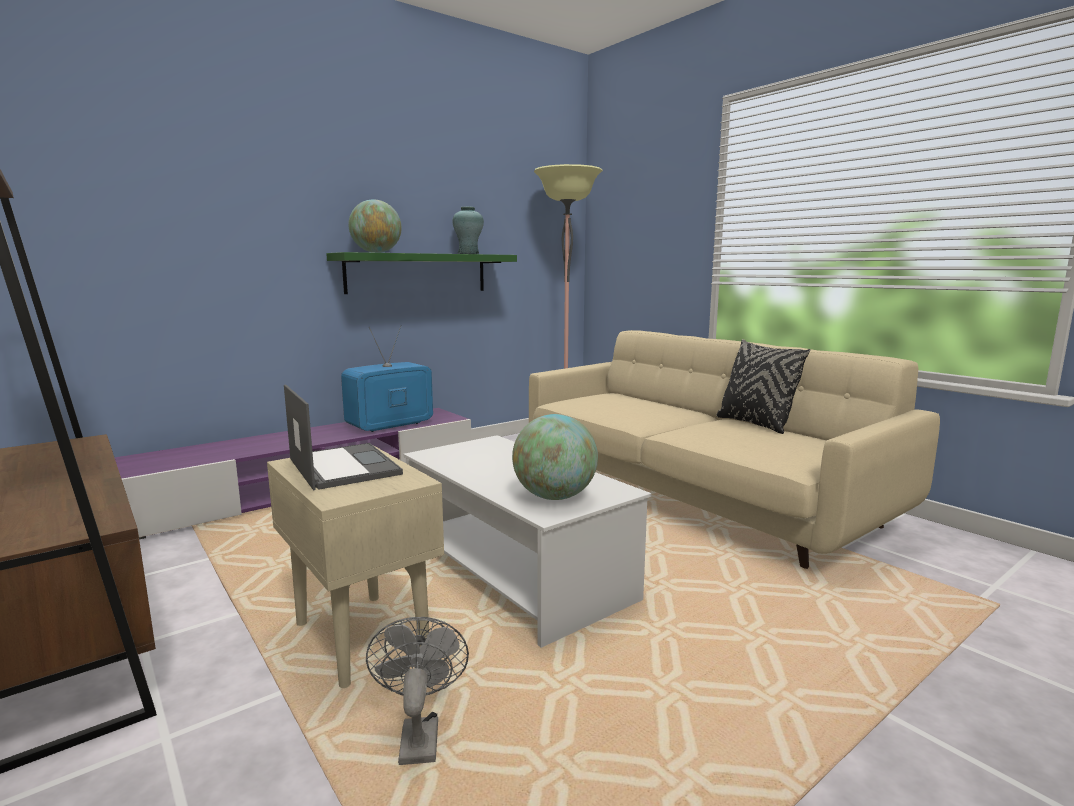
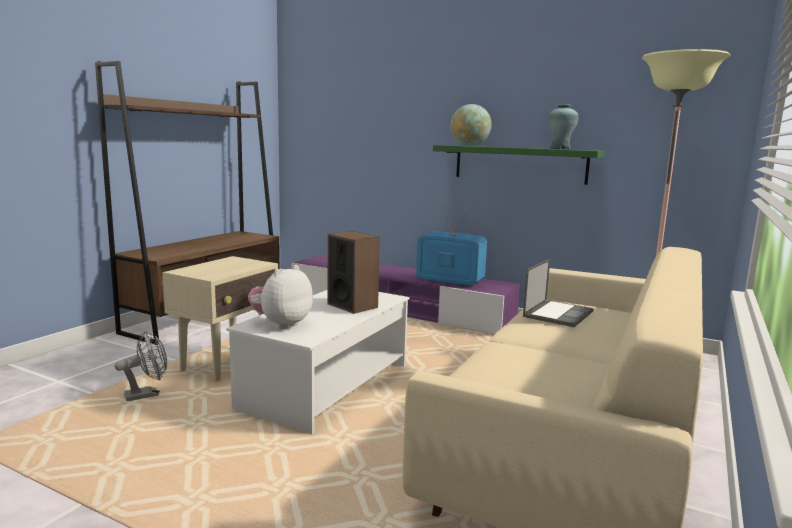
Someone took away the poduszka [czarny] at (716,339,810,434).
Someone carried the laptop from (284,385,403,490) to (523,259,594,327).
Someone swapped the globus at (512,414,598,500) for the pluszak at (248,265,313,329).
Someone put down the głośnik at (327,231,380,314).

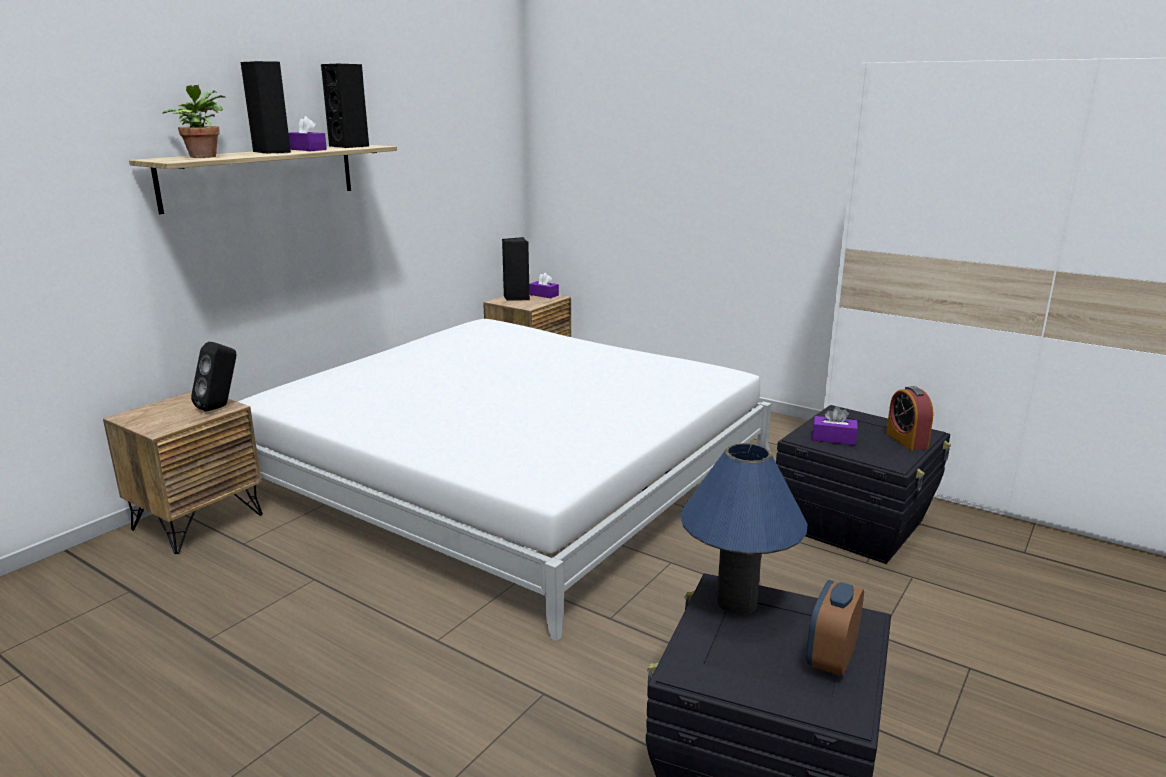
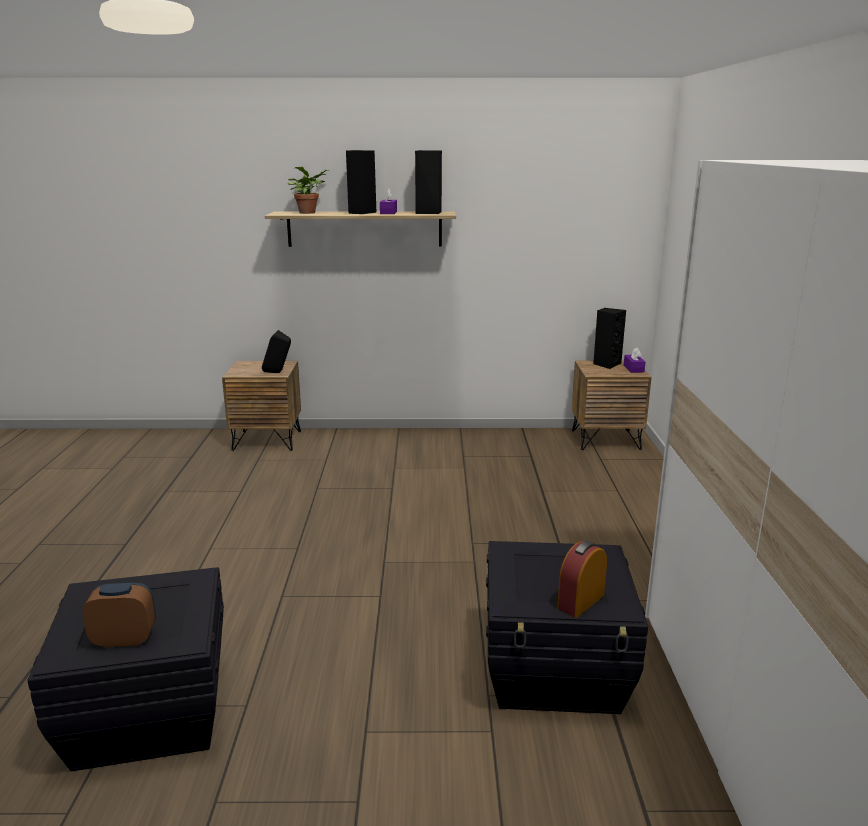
Someone took away the łóżko [biały] at (238,319,772,641).
Someone took away the pudełko chusteczek [fioletowy] at (812,406,858,445).
Someone took away the lampa stołowa [niebieski] at (680,443,808,615).

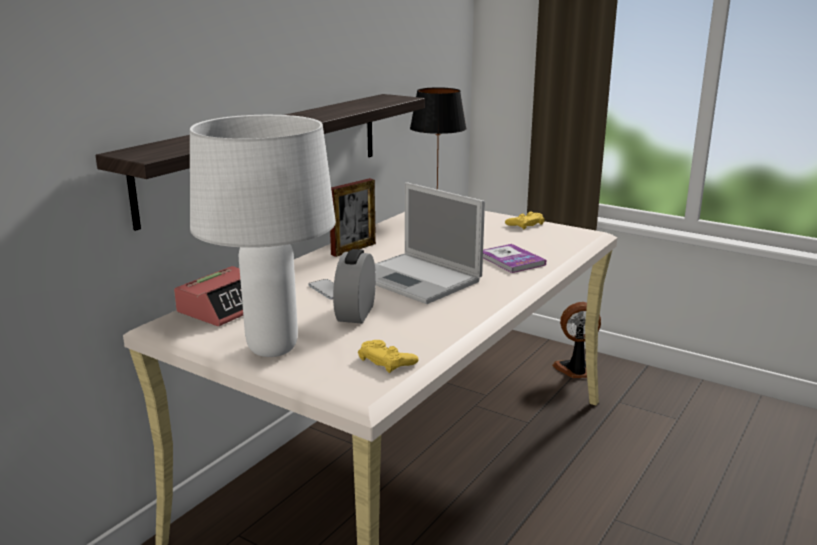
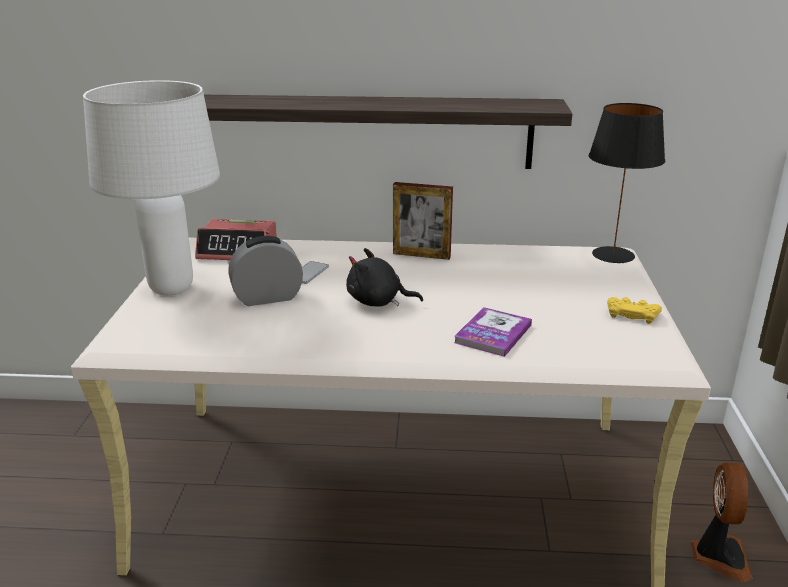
Someone swapped the laptop at (375,182,485,304) for the pluszak [czarny] at (346,248,423,307).
Someone rotated the wentylator at (552,302,601,378) by 45 degrees clockwise.
Someone took away the pad do gier [żółty] at (358,340,419,373).

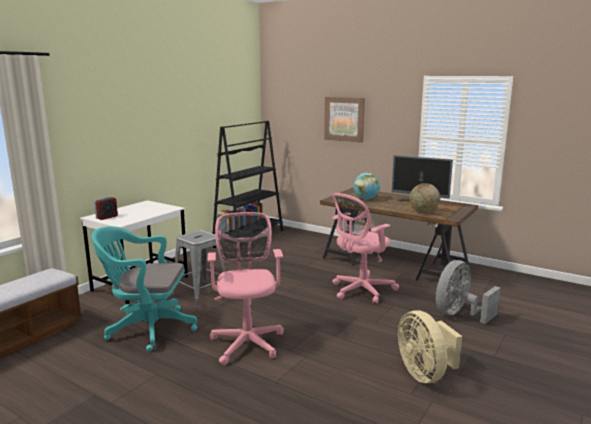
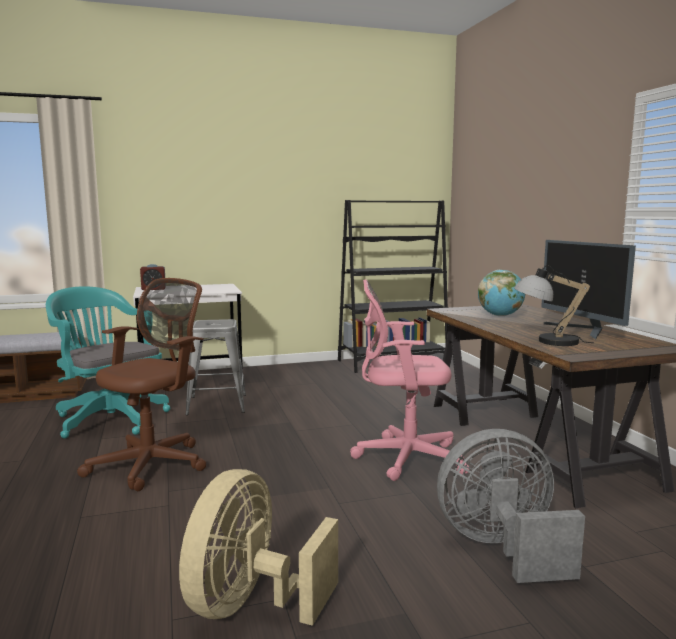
Someone took away the obraz at (324,97,365,143).
Someone swapped the globus at (410,183,440,213) for the lampa stołowa at (514,265,594,346).
Someone repainted the krzesło biurowe [różowy] at (207,212,284,366), which became the krzesło biurowe [brązowy] at (77,278,206,491).

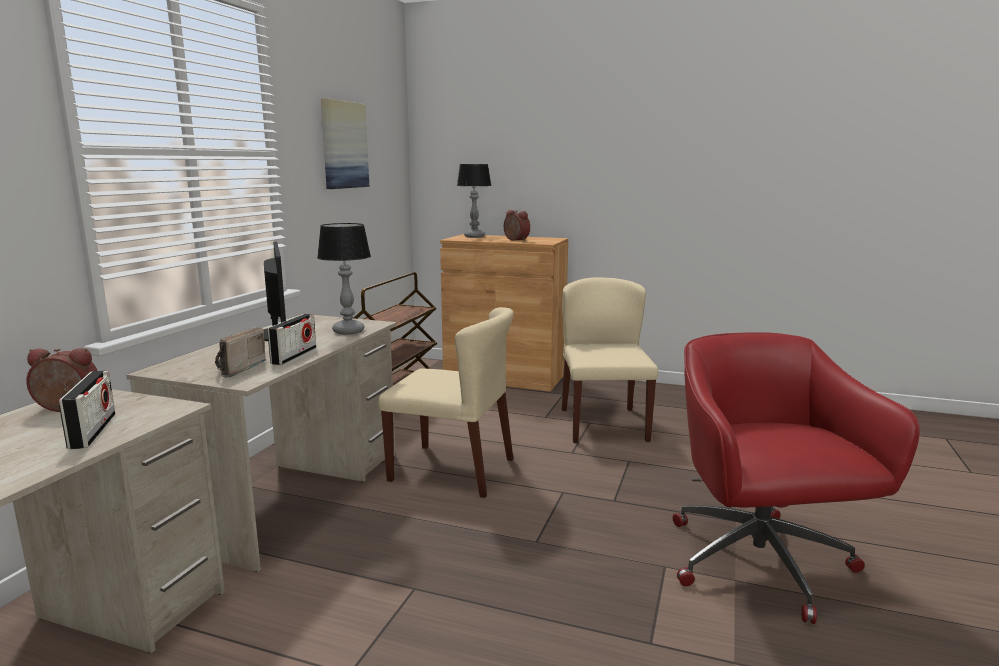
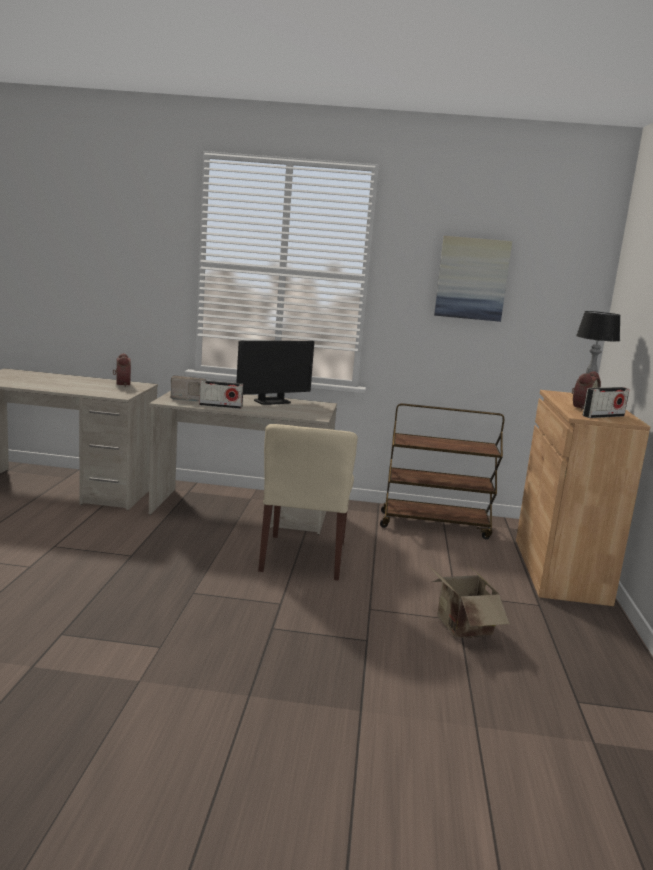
Someone took away the lampa stołowa at (317,223,371,334).
Someone swapped the krzesło [beżowy] at (562,277,658,443) for the karton at (429,562,510,638).
Someone took away the krzesło biurowe [czerwony] at (673,332,920,624).
Someone carried the radio from (59,370,115,449) to (583,387,630,418).

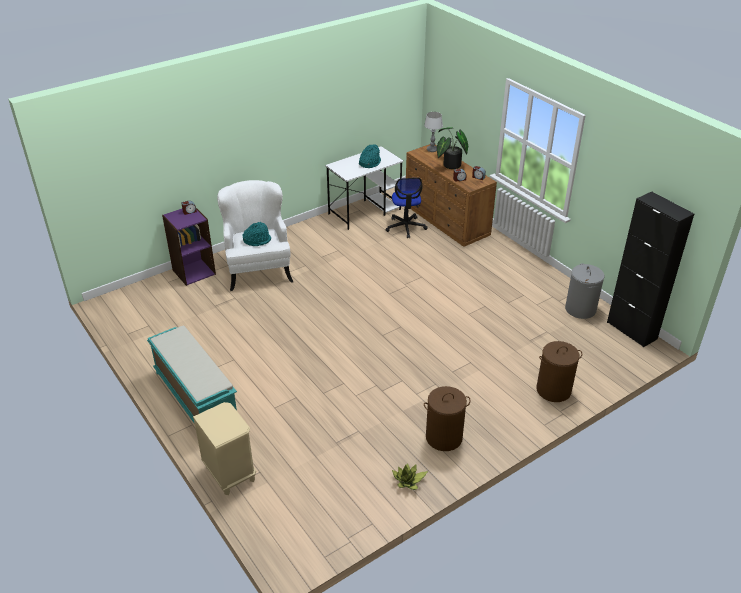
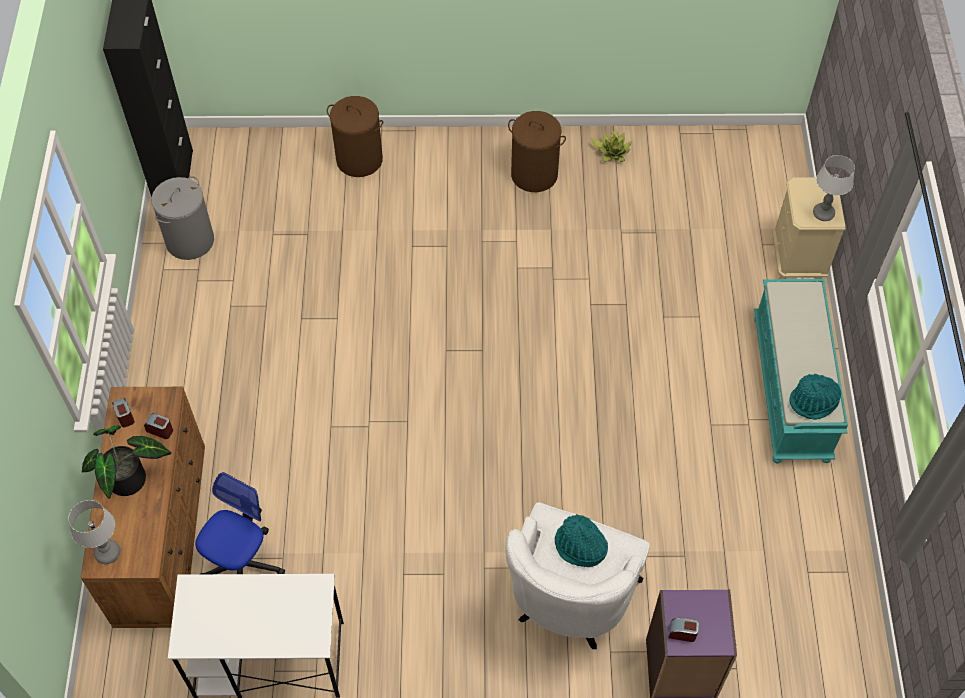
Someone carried the kapelusz [turkusowy] from (359,144,381,168) to (789,374,841,420).
Someone put down the lampa stołowa at (813,155,855,221).

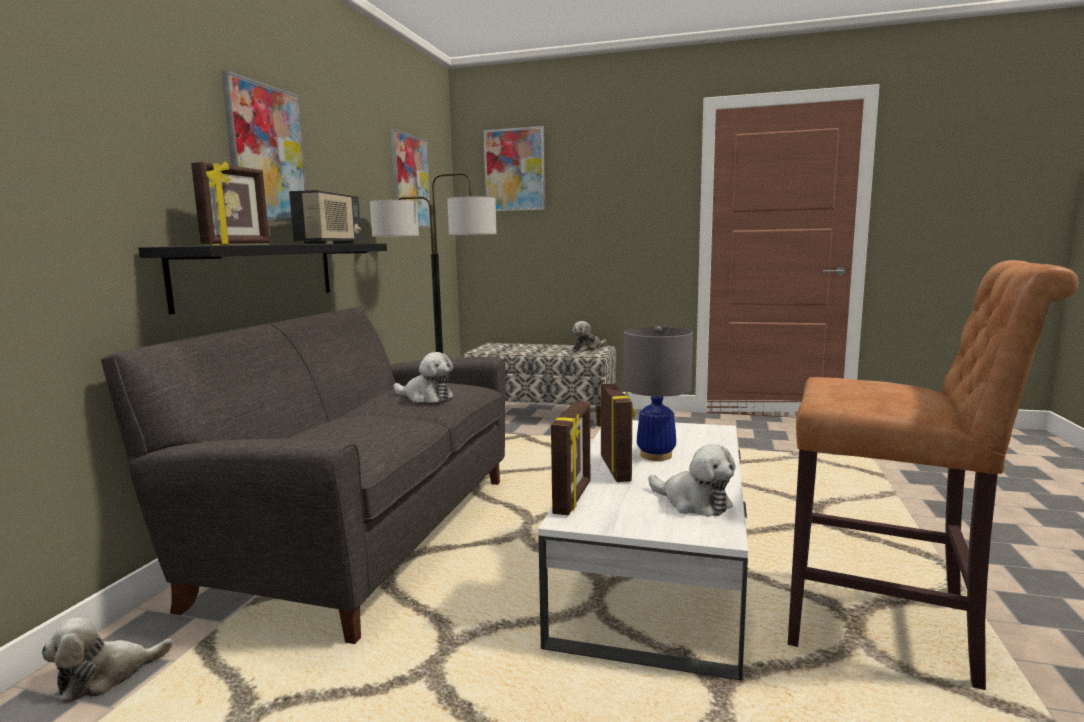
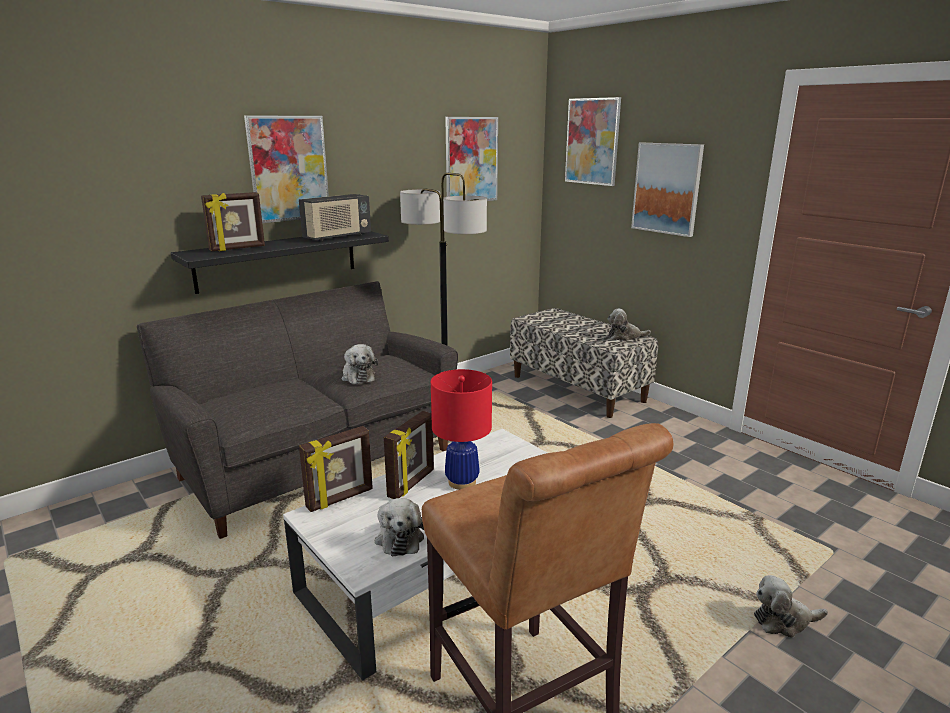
Someone repainted the lampa stołowa [szary] at (624,326,693,461), which became the lampa stołowa [czerwony] at (431,369,492,490).
Someone carried the pluszak from (41,618,173,704) to (754,575,828,638).
Someone put up the obraz at (631,143,704,237).

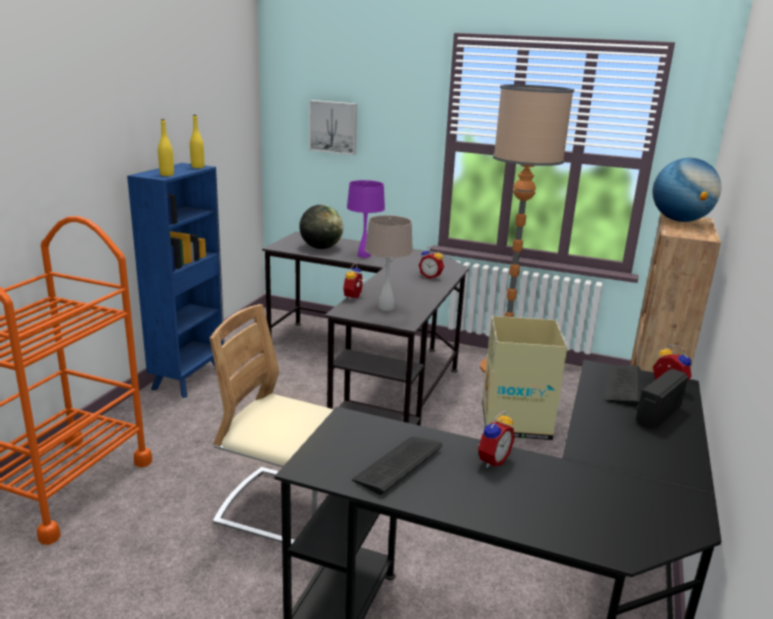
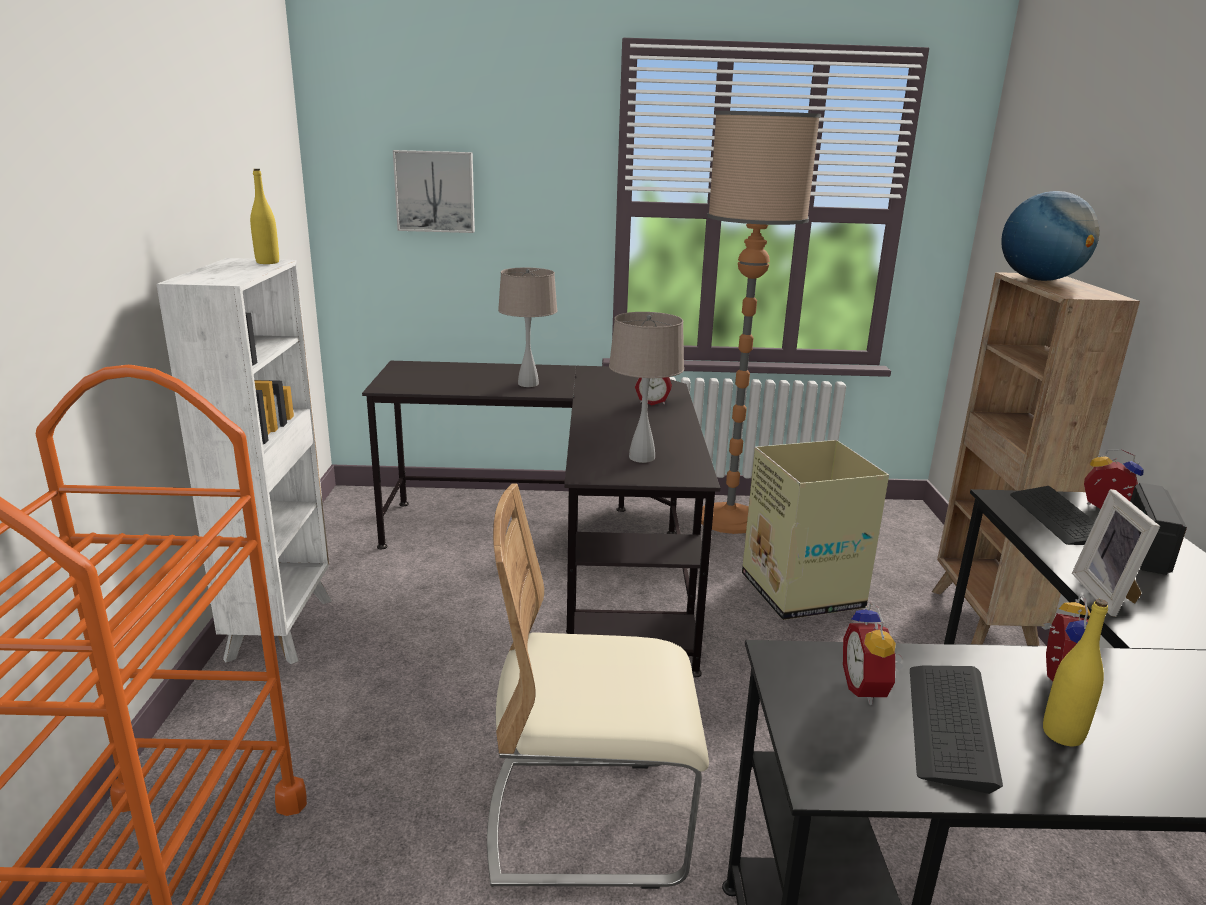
Someone carried the butelka [żółty] from (158,119,174,176) to (1043,599,1108,746).
Someone repainted the regał [niebieski] at (127,163,225,398), which became the regał [biały] at (156,258,332,664).
Someone repainted the lampa stołowa [fioletowy] at (347,180,385,258), which became the lampa stołowa [beżowy] at (498,268,558,387).
Someone took away the globus at (299,205,343,249).
Someone carried the budzik from (343,264,366,300) to (843,601,903,705).
Someone put down the ramka na zdjęcie at (1072,489,1160,617).

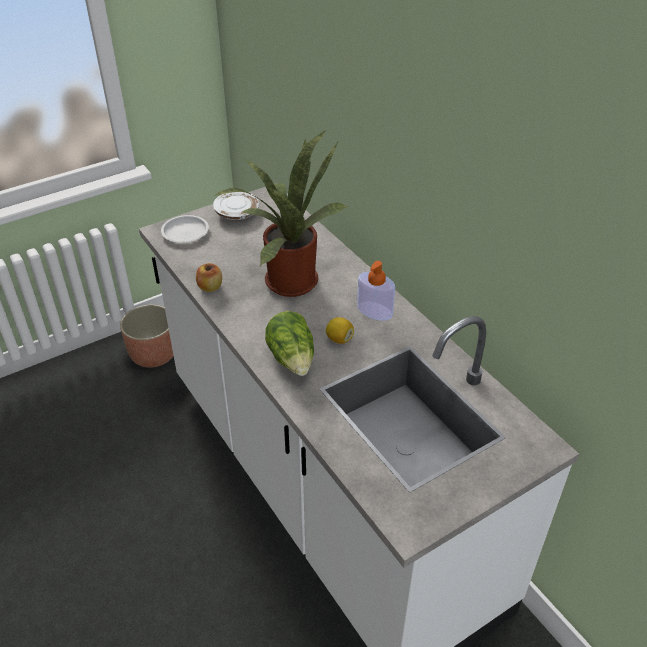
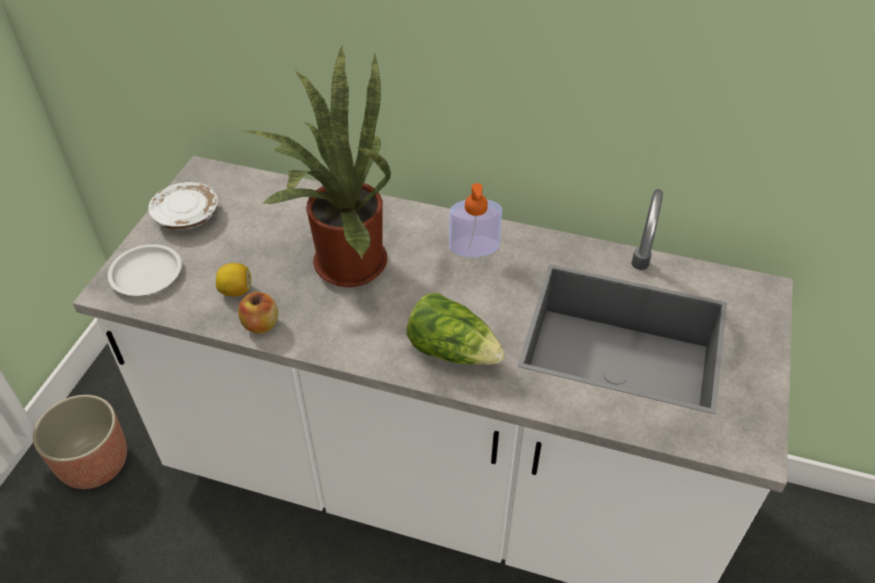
Someone carried the cytryna from (326,317,354,344) to (216,263,251,297).

